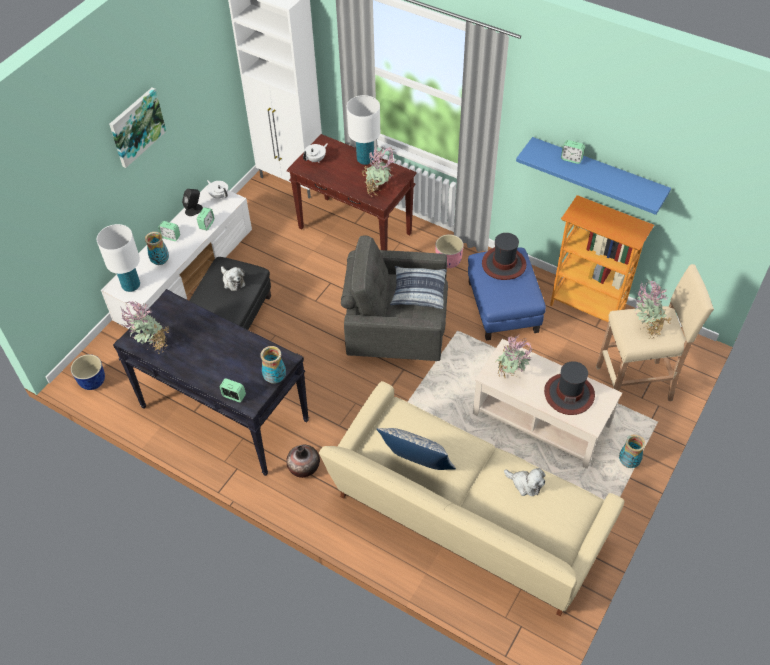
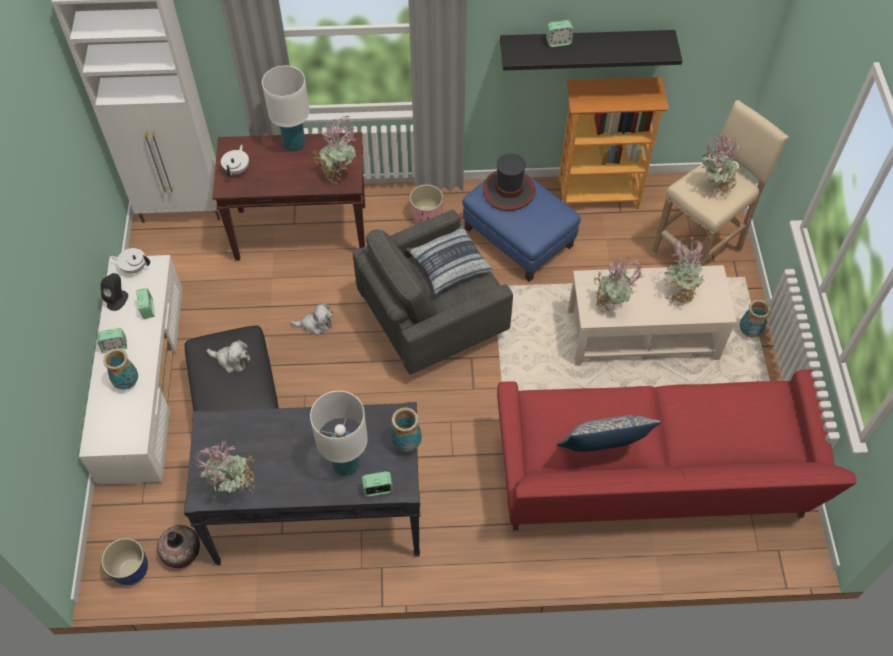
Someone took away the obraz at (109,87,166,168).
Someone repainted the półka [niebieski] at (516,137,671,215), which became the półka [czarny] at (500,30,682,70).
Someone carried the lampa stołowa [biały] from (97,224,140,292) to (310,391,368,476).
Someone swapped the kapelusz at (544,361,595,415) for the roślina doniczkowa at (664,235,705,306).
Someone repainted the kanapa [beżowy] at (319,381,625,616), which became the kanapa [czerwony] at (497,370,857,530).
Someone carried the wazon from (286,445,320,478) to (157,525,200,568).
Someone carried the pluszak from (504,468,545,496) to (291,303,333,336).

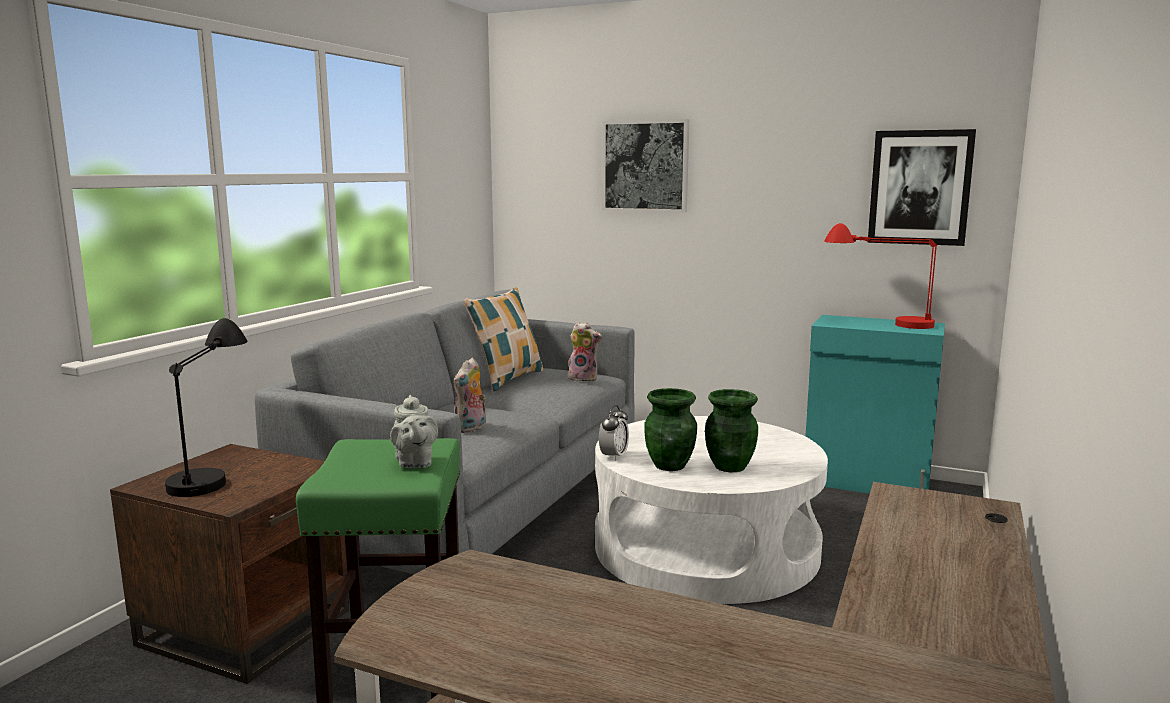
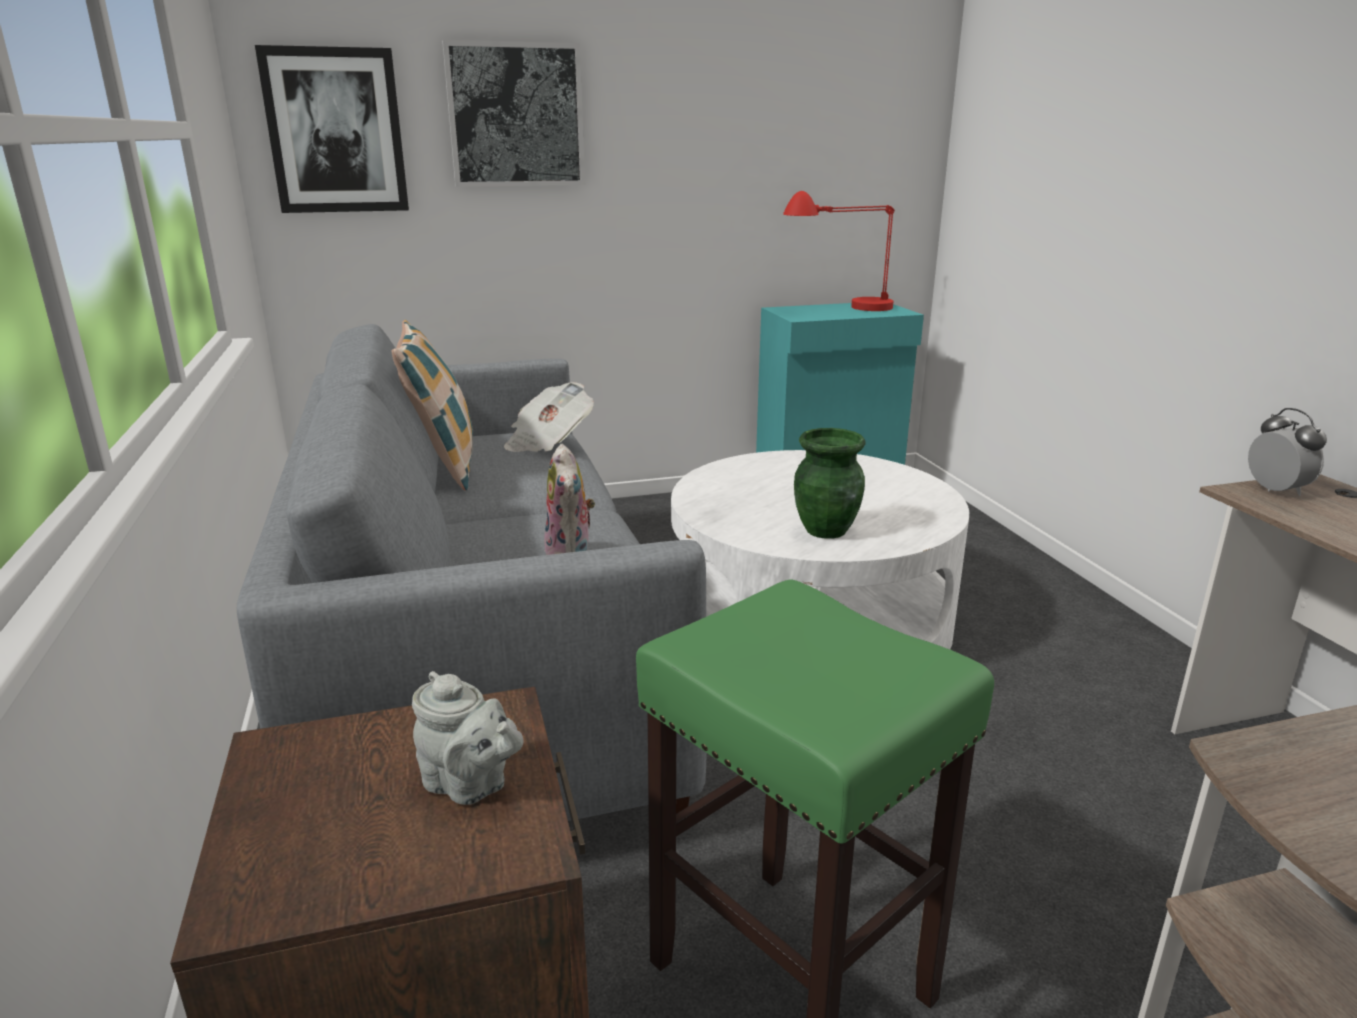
Someone carried the obraz from (868,129,976,246) to (255,45,409,213).
Someone took away the lampa stołowa [czarny] at (165,318,248,497).
Someone swapped the pluszak at (568,322,602,382) for the gazeta at (504,382,594,452).
Someone took away the wazon [zielony] at (705,389,758,472).
Someone carried the imbryk [szary] from (390,395,438,468) to (412,671,524,805).
Someone carried the budzik from (599,405,629,461) to (1248,408,1327,496).

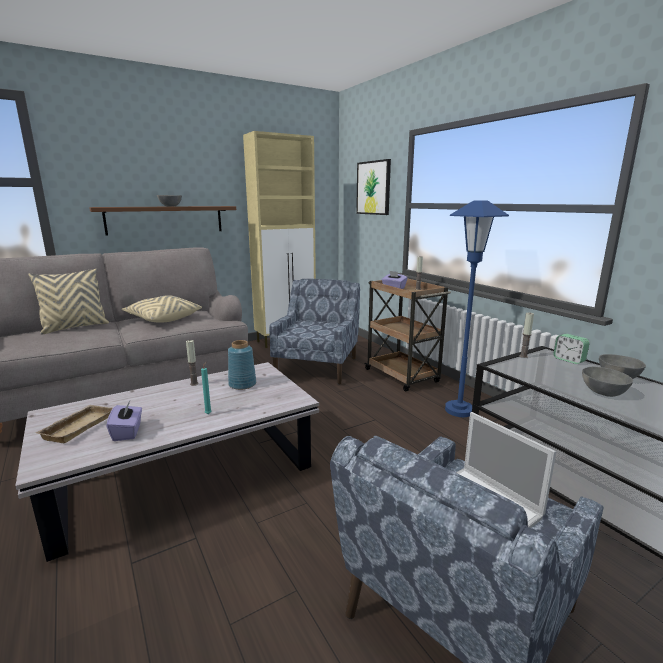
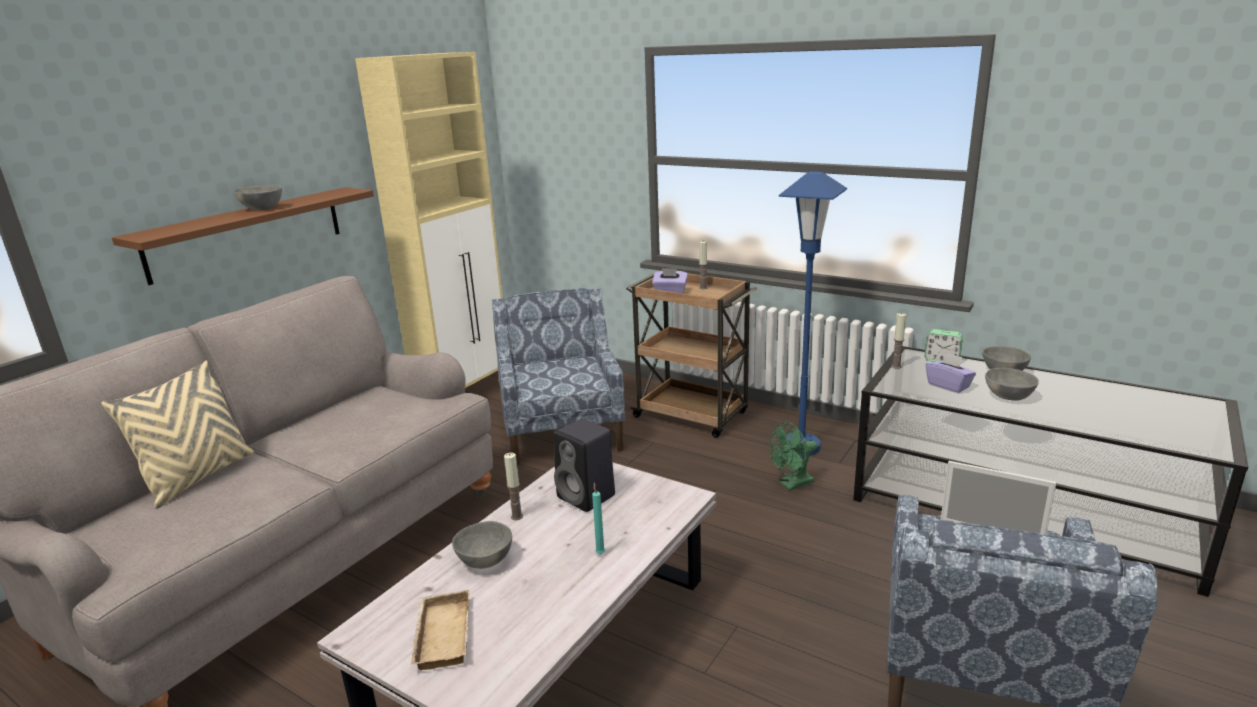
Someone took away the obraz at (356,159,391,215).
Someone took away the poduszka [beżowy] at (121,295,202,323).
Someone swapped the wazon [niebieski] at (228,340,256,390) for the głośnik [czarny] at (554,419,615,512).
Someone carried the pudełko chusteczek [fioletowy] from (106,401,142,441) to (926,353,976,393).
Someone put down the wentylator [zielony] at (769,422,818,490).
Someone put down the miska [szary] at (452,521,512,569).

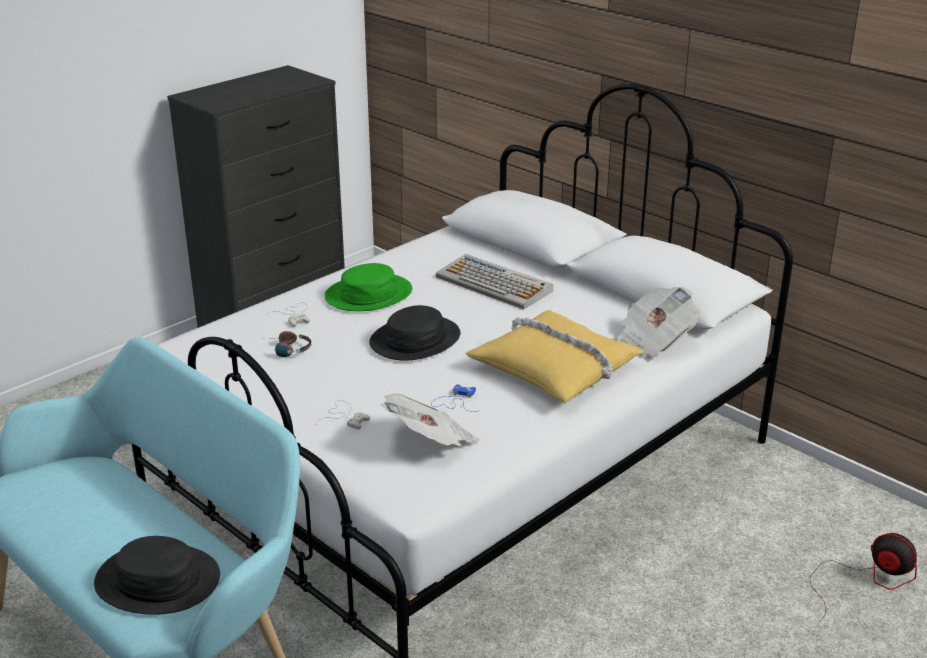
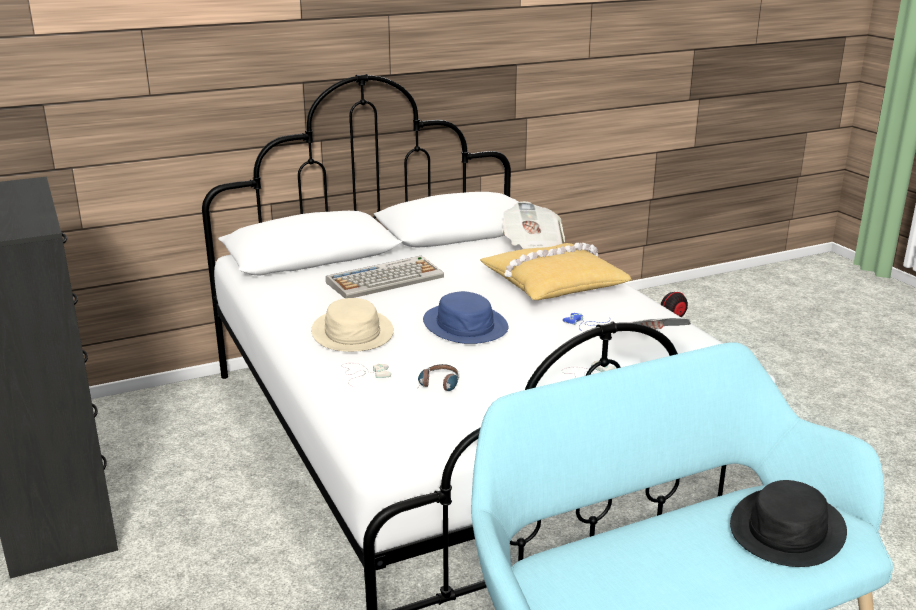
Someone repainted the kapelusz [zielony] at (324,263,412,311), which became the kapelusz [beżowy] at (311,298,394,352).
Someone repainted the kapelusz [czarny] at (369,305,461,361), which became the kapelusz [niebieski] at (423,291,508,344).

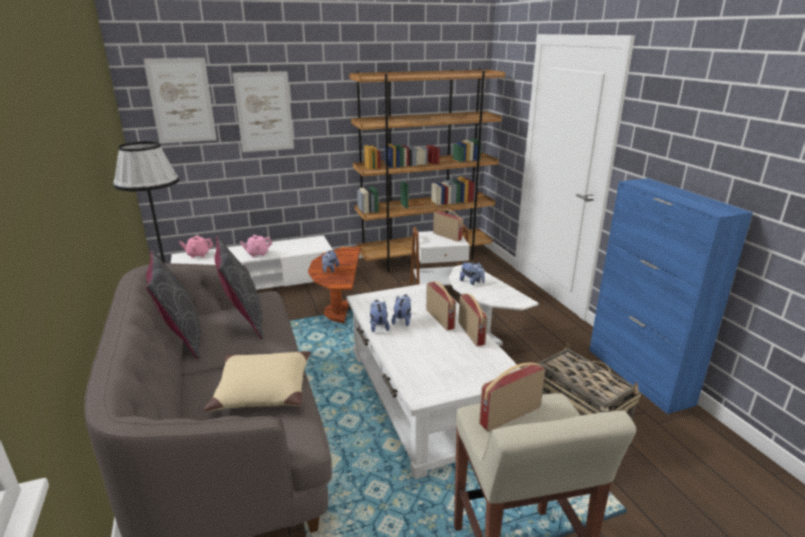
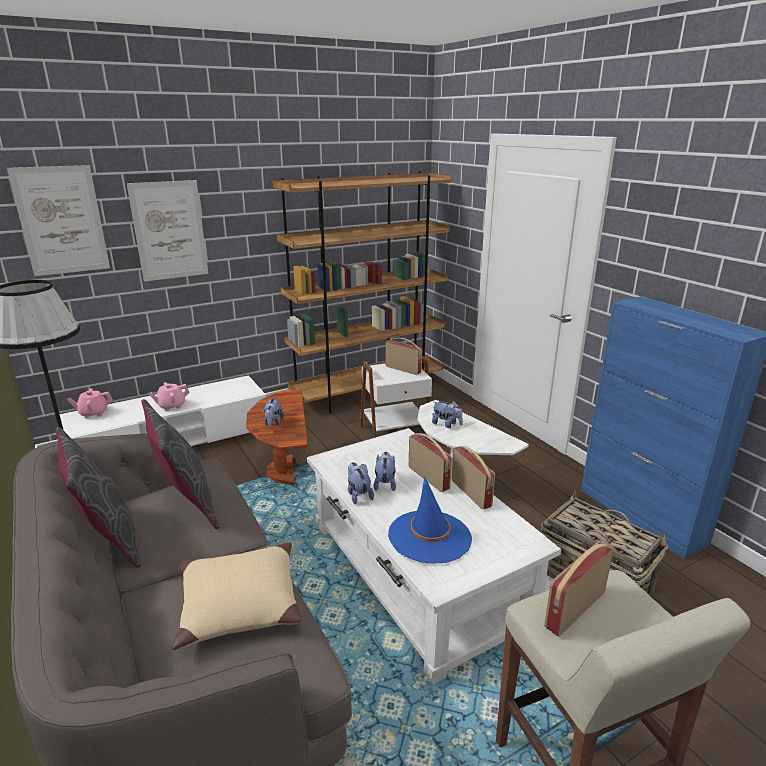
Someone put down the kapelusz [niebieski] at (388,476,472,564).

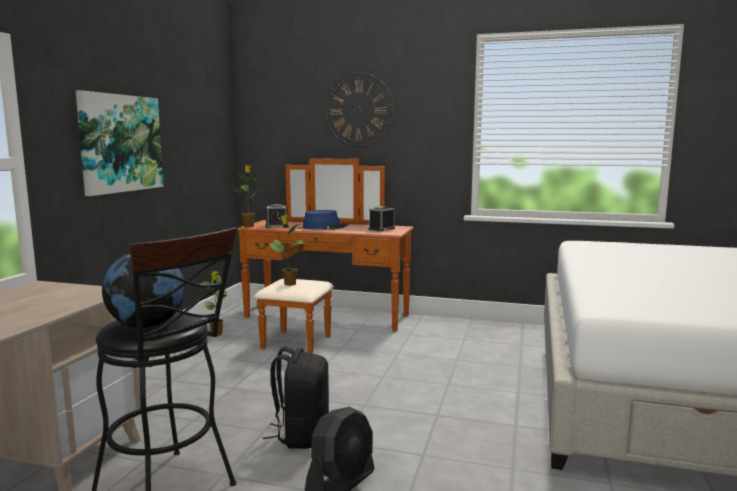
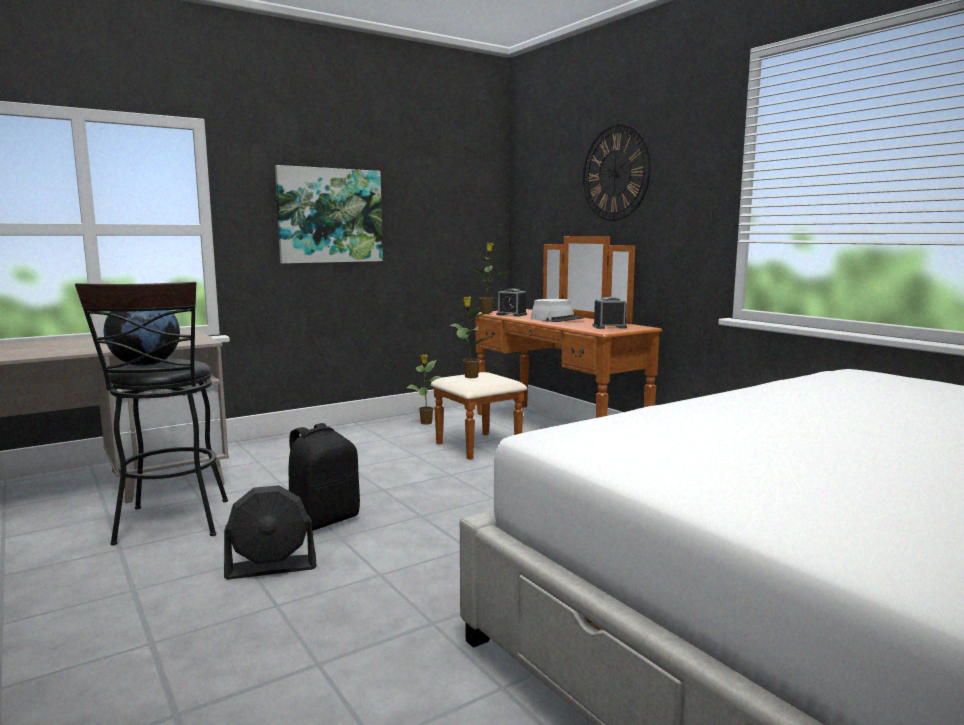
Someone repainted the kapelusz [niebieski] at (303,210,349,230), which became the kapelusz [szary] at (531,299,584,322).

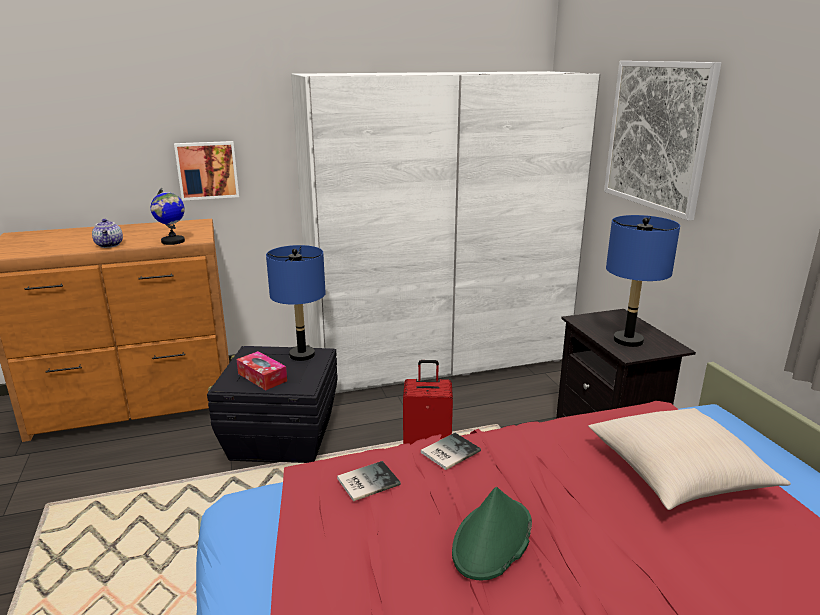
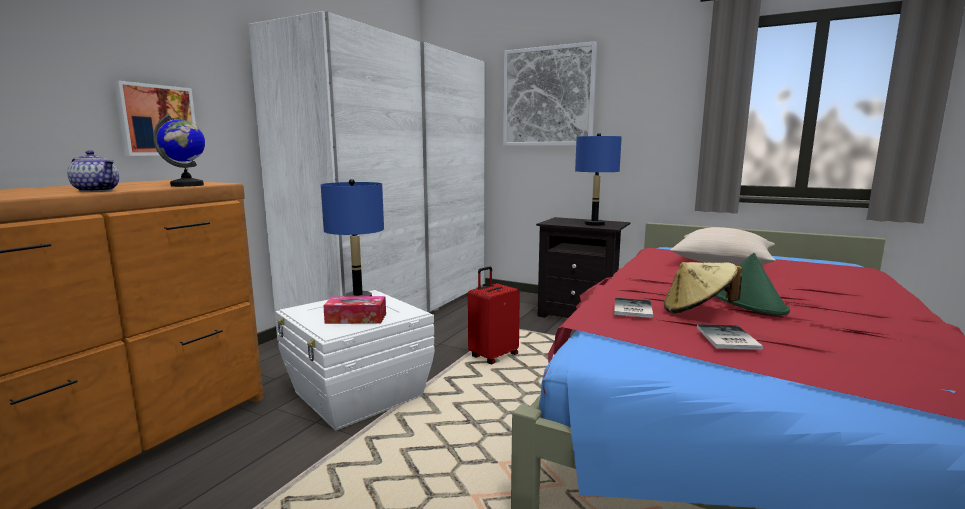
Someone repainted the pojemnik do przechowywania [czarny] at (207,346,338,463), which became the pojemnik do przechowywania [biały] at (276,290,435,431).
Someone carried the książka from (421,433,481,470) to (697,324,763,350).
Someone put down the kapelusz [beżowy] at (664,262,742,313).

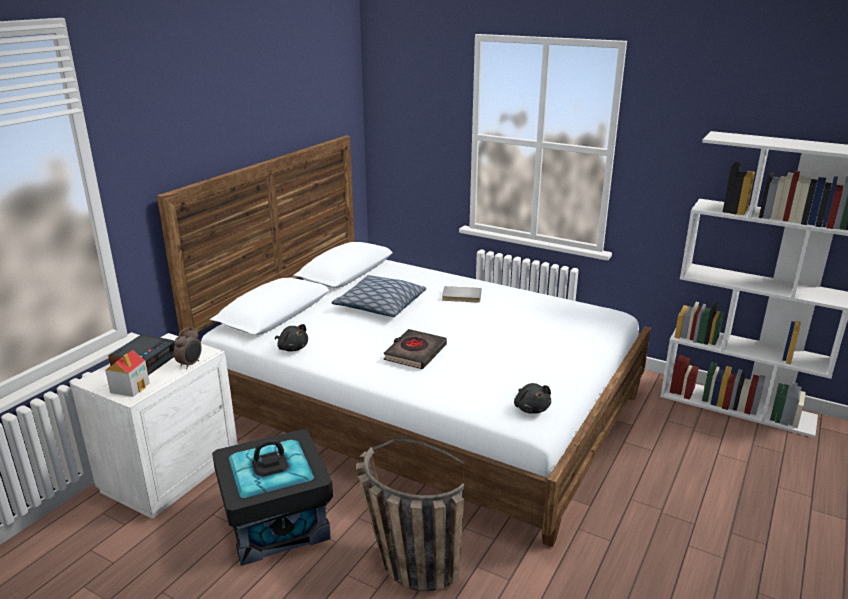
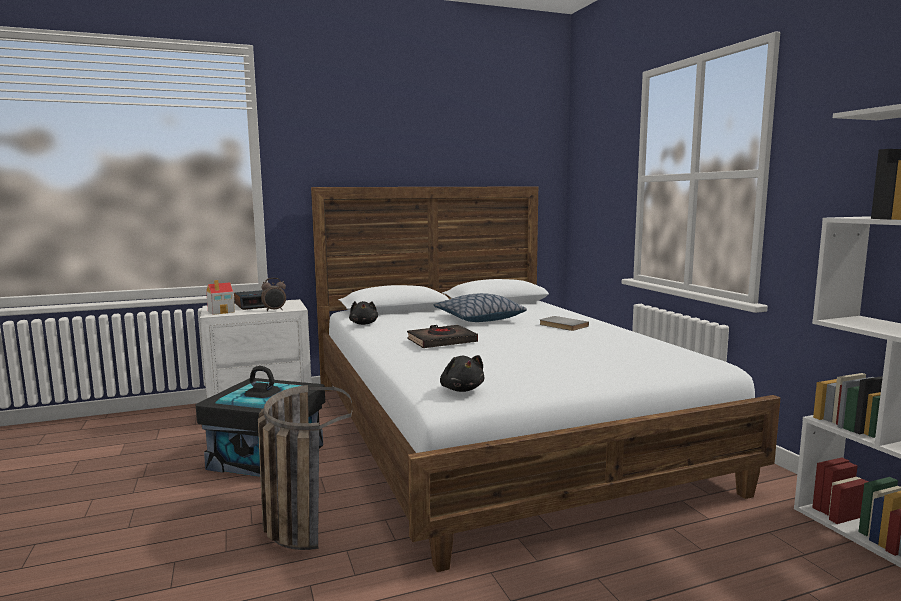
Someone rotated the pluszak [czarny] at (514,383,551,414) by 45 degrees counterclockwise.

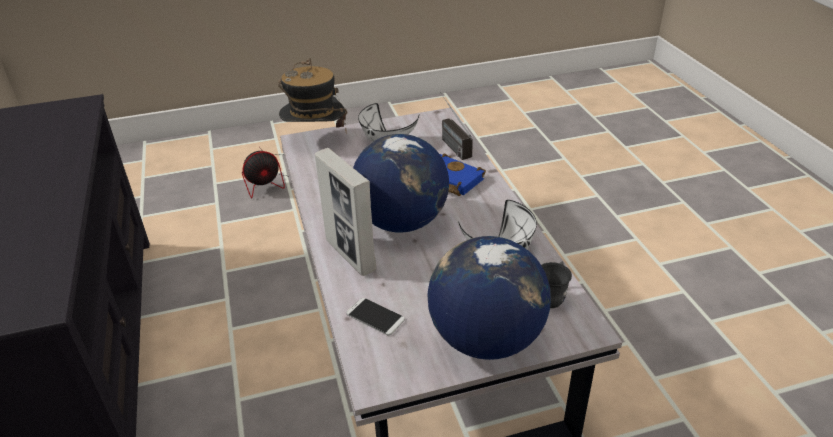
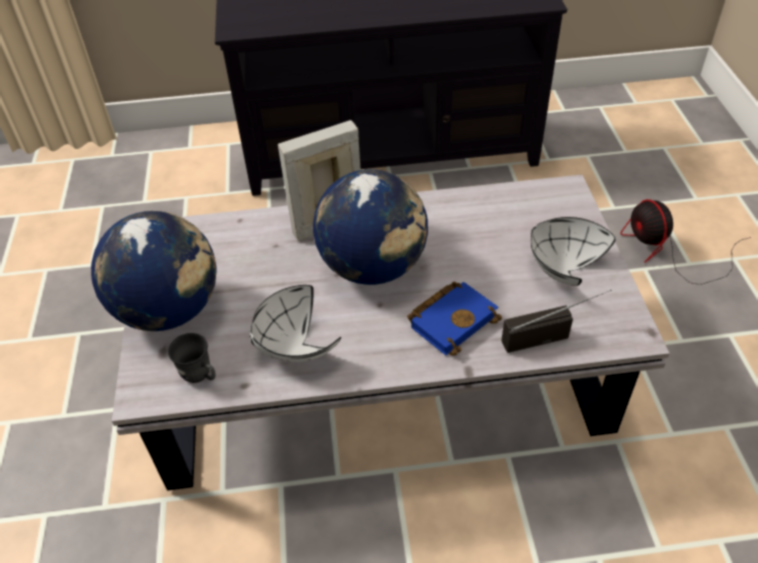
Someone took away the kapelusz at (278,58,347,132).
Someone took away the telefon at (346,298,405,335).

